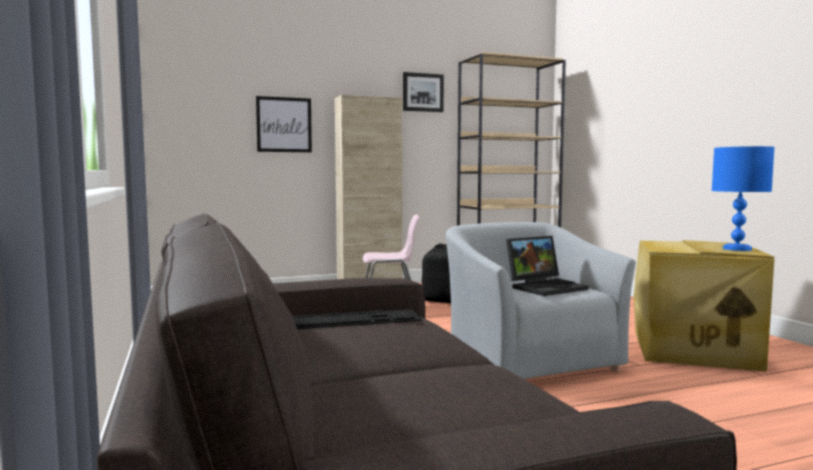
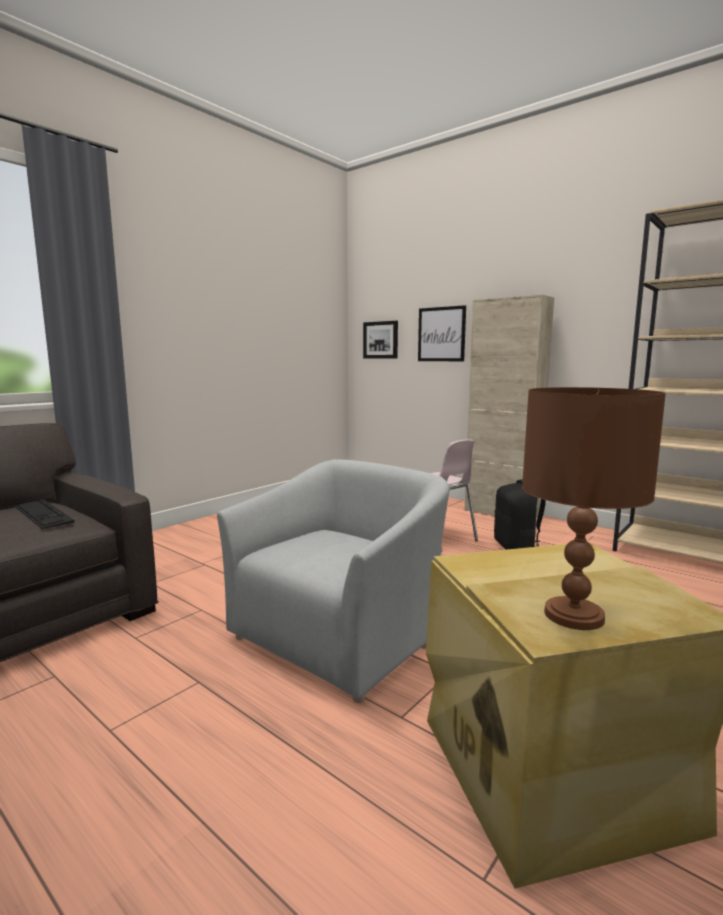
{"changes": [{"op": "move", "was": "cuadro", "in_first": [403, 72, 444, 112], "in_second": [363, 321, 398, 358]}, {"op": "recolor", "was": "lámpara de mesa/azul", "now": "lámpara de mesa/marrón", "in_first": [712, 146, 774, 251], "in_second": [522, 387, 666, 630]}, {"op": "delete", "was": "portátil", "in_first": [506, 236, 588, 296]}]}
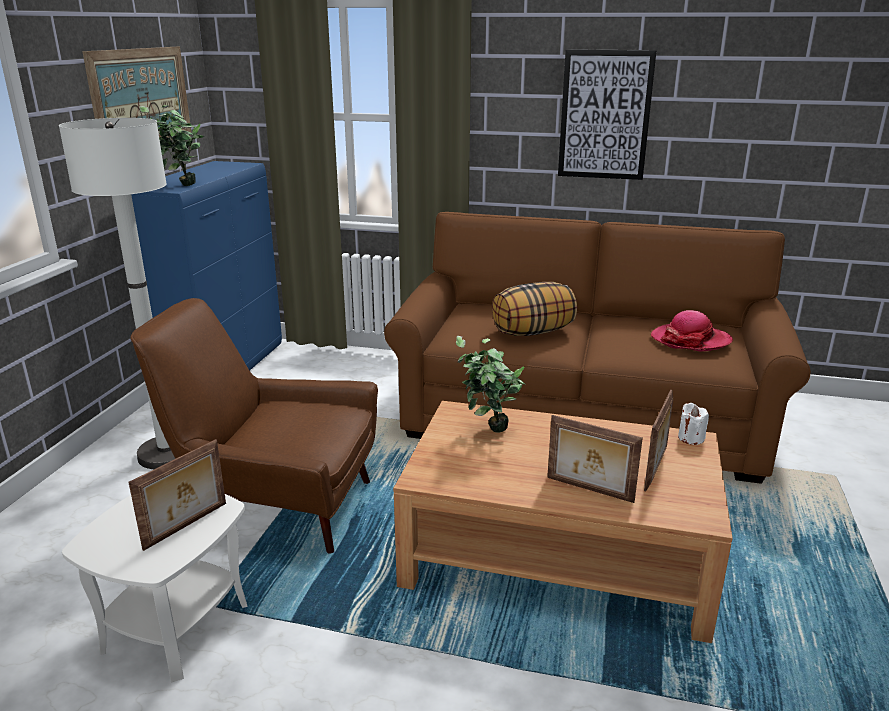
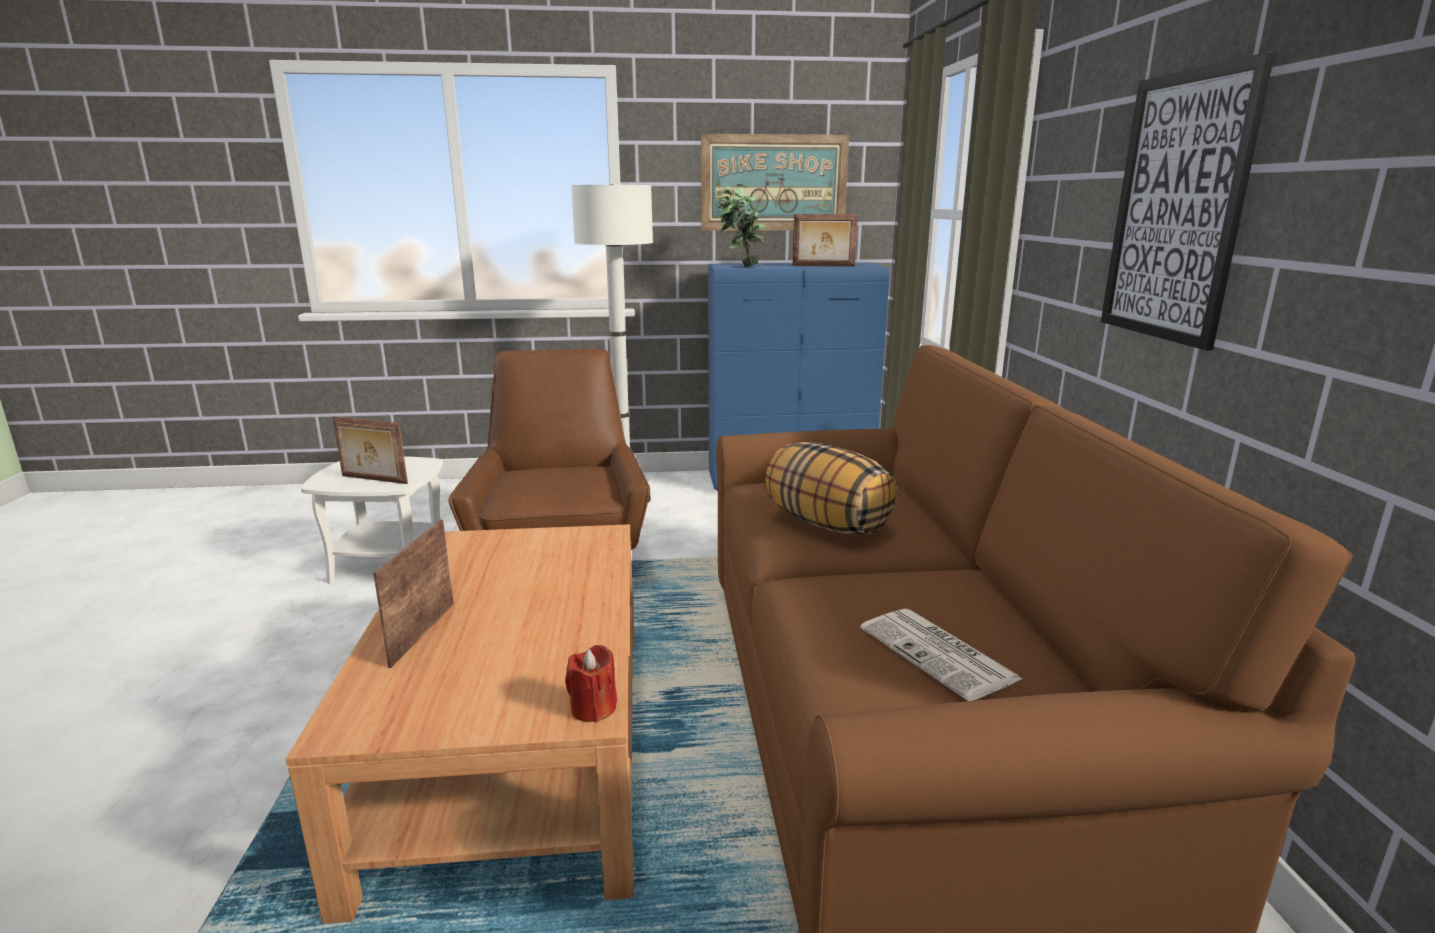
{"changes": [{"op": "recolor", "was": "vela/blanco", "now": "vela/rojo", "in_first": [678, 403, 709, 445], "in_second": [565, 645, 617, 723]}, {"op": "move", "was": "portarretratos", "in_first": [644, 390, 673, 491], "in_second": [793, 214, 858, 266]}, {"op": "replace", "was": "sombrero", "now": "periódico", "in_first": [651, 310, 733, 351], "in_second": [860, 609, 1022, 701]}, {"op": "delete", "was": "planta en maceta", "in_first": [456, 336, 525, 432]}]}
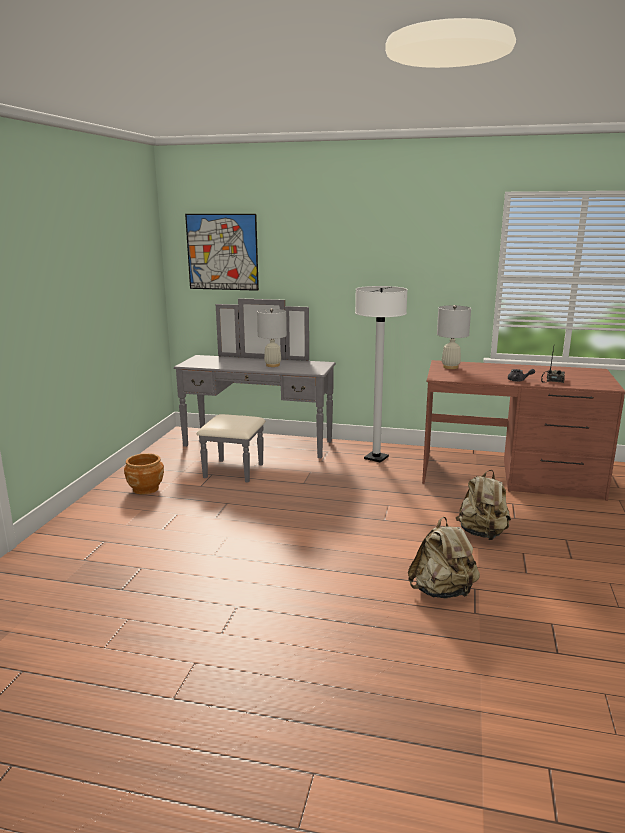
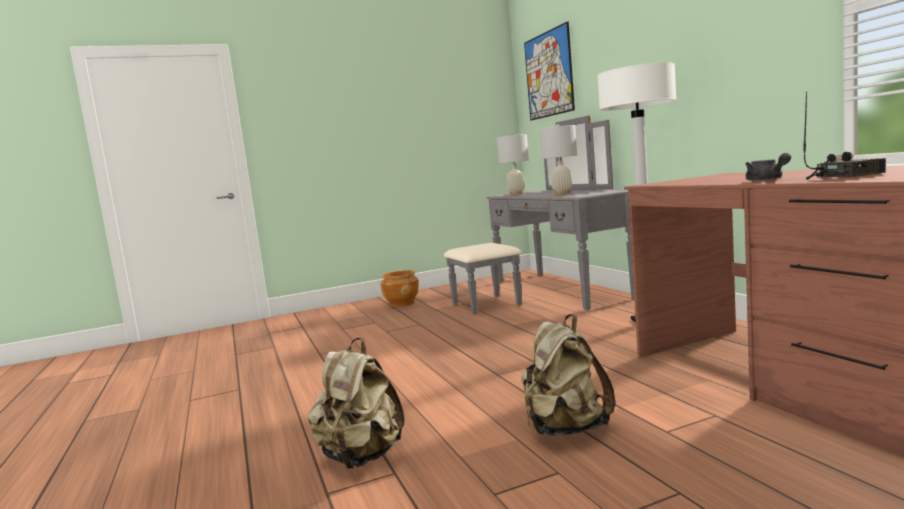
{"changes": [{"op": "move", "was": "lámpara de mesa/blanco", "in_first": [437, 305, 471, 369], "in_second": [496, 133, 529, 195]}]}
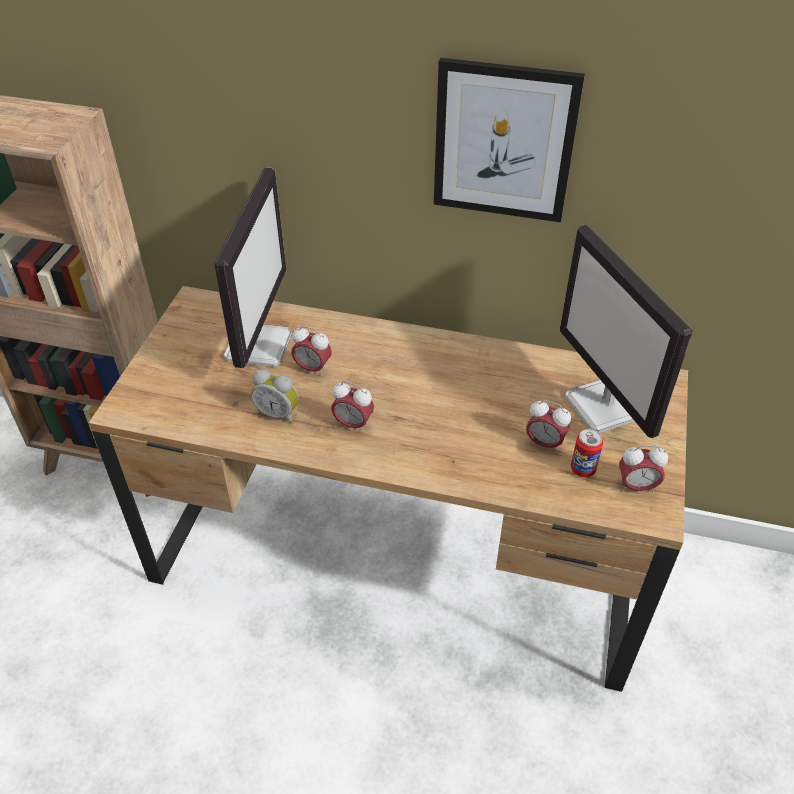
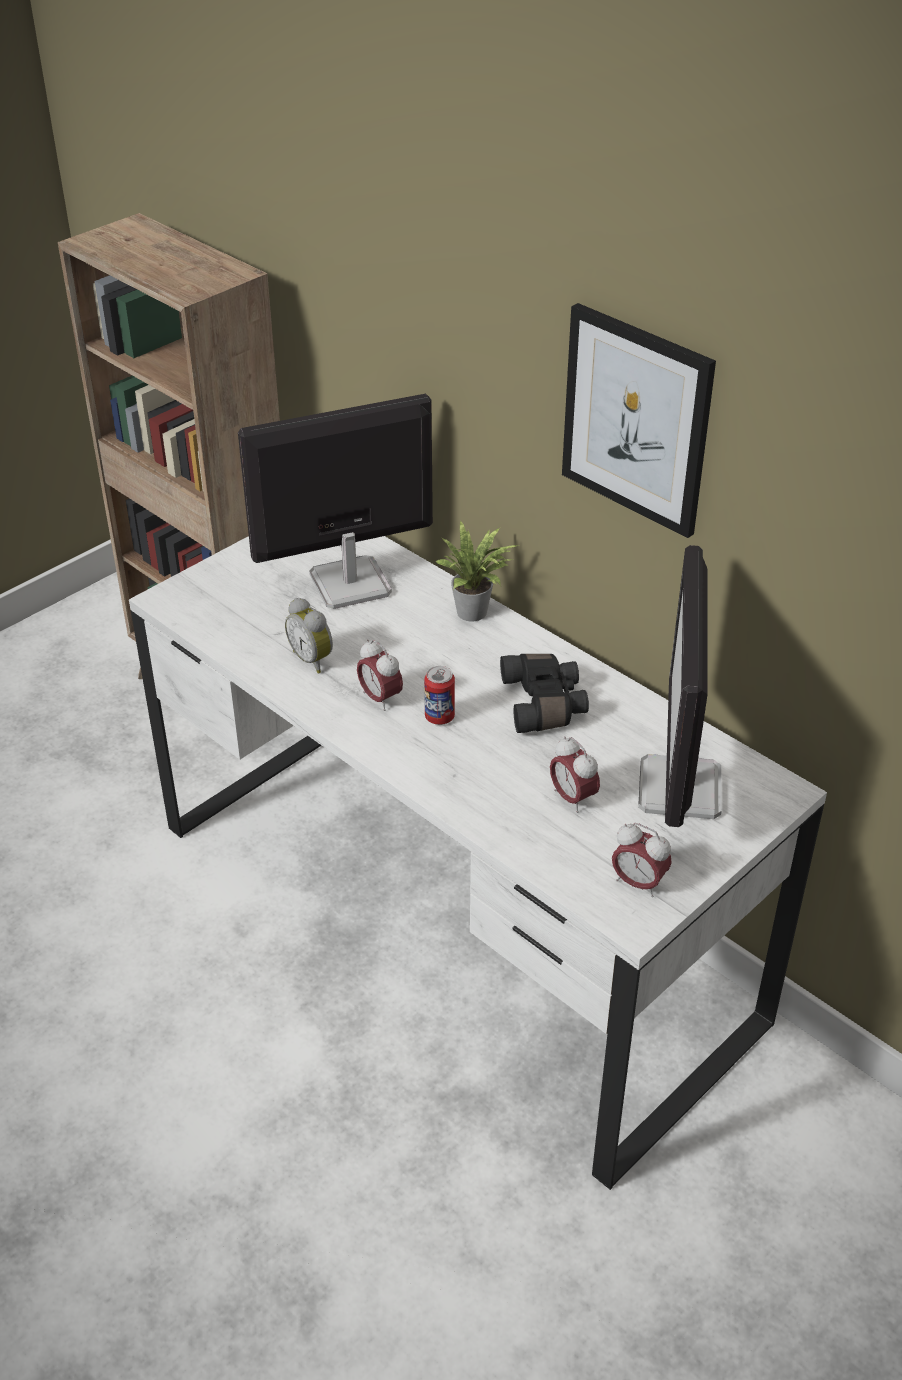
{"changes": [{"op": "recolor", "was": "escritorio/marrón", "now": "escritorio/blanco", "in_first": [89, 286, 688, 692], "in_second": [129, 536, 827, 1190]}, {"op": "rotate", "was": "monitor", "in_first": [214, 167, 292, 368], "in_second": [238, 394, 433, 609], "clockwise": -150}, {"op": "move", "was": "lata", "in_first": [571, 429, 603, 477], "in_second": [424, 666, 455, 725]}, {"op": "insert", "now": "planta en maceta", "in_second": [435, 521, 519, 621]}, {"op": "insert", "now": "prismáticos/negro", "in_second": [500, 654, 589, 733]}, {"op": "delete", "was": "despertador", "in_first": [291, 326, 332, 376]}]}
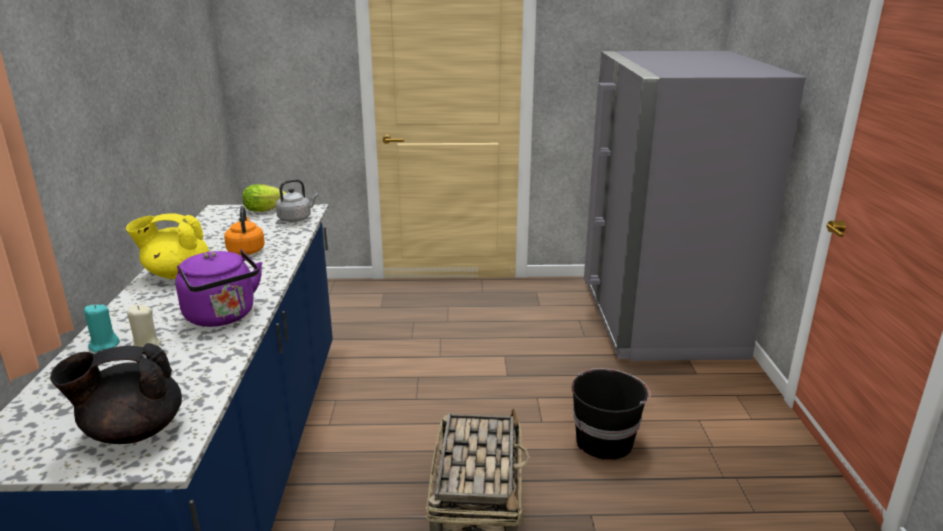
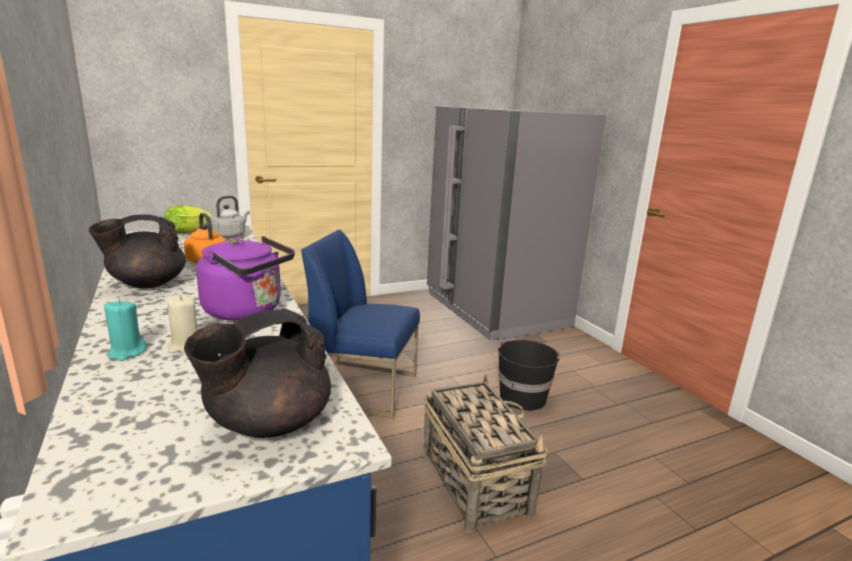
{"changes": [{"op": "recolor", "was": "tetera/amarillo", "now": "tetera/negro", "in_first": [126, 214, 209, 279], "in_second": [89, 214, 186, 289]}, {"op": "insert", "now": "silla/azul", "in_second": [301, 230, 420, 418]}]}
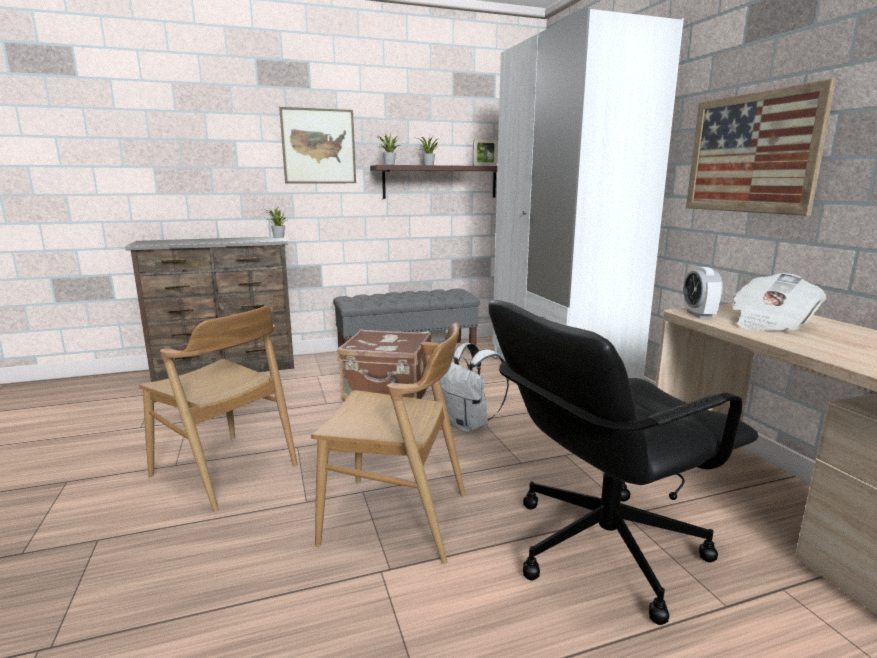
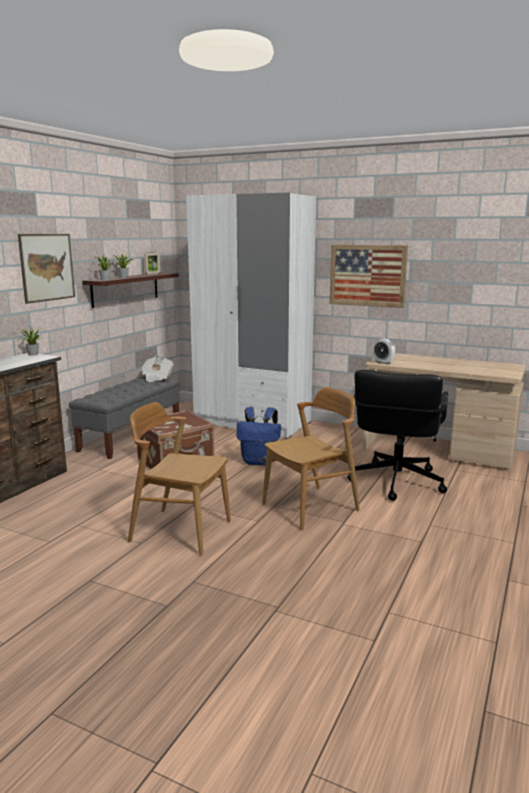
{"changes": [{"op": "rotate", "was": "silla/marrón", "in_first": [139, 306, 298, 511], "in_second": [128, 402, 231, 556], "clockwise": -150}, {"op": "move", "was": "periódico", "in_first": [732, 273, 827, 331], "in_second": [141, 356, 174, 382]}, {"op": "recolor", "was": "mochila/blanco", "now": "mochila/azul", "in_first": [440, 343, 509, 433], "in_second": [237, 407, 281, 465]}]}
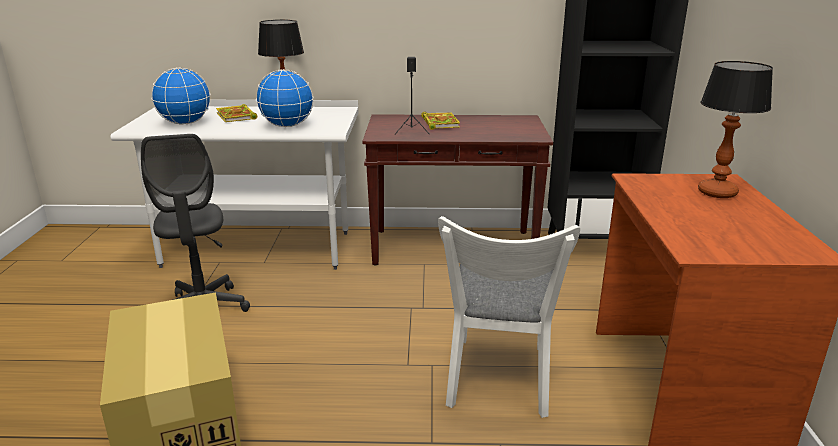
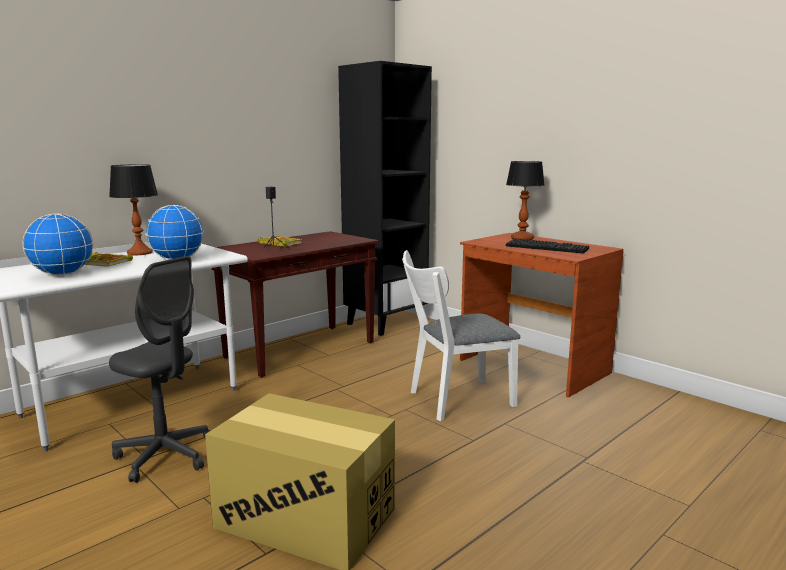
{"changes": [{"op": "rotate", "was": "silla/blanco", "in_first": [438, 216, 580, 418], "in_second": [402, 250, 520, 421], "clockwise": 105}, {"op": "insert", "now": "teclado", "in_second": [506, 238, 589, 254]}]}
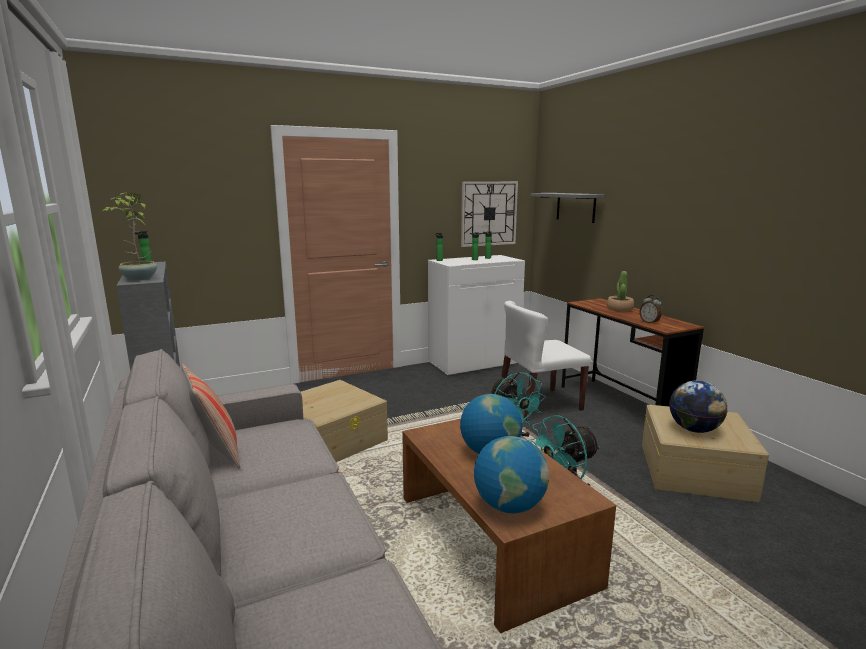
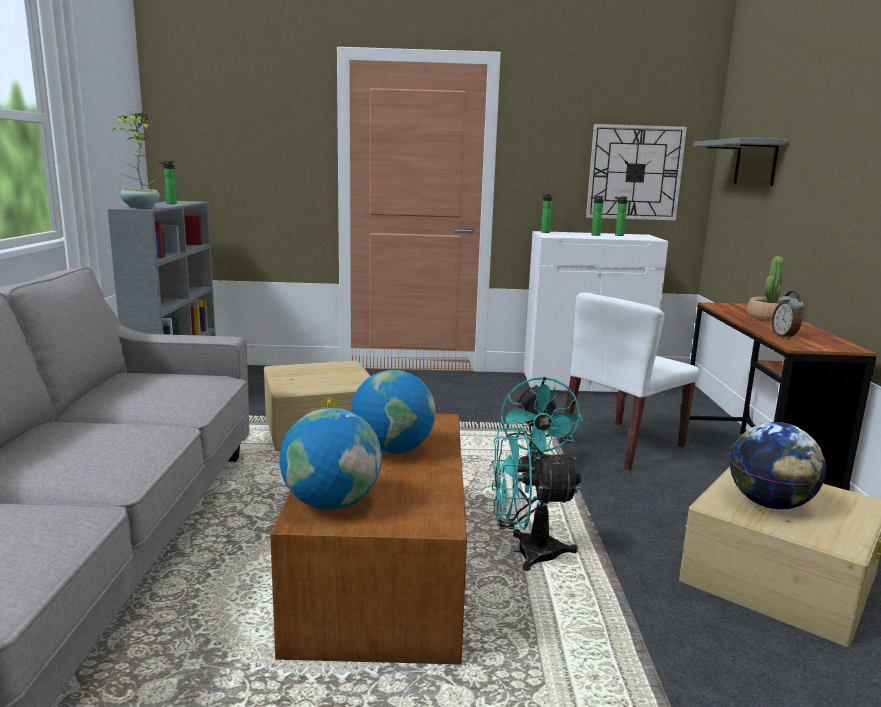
{"changes": [{"op": "rotate", "was": "silla/blanco", "in_first": [501, 301, 591, 421], "in_second": [560, 292, 700, 471], "clockwise": -45}, {"op": "delete", "was": "cojín", "in_first": [181, 363, 241, 469]}]}
